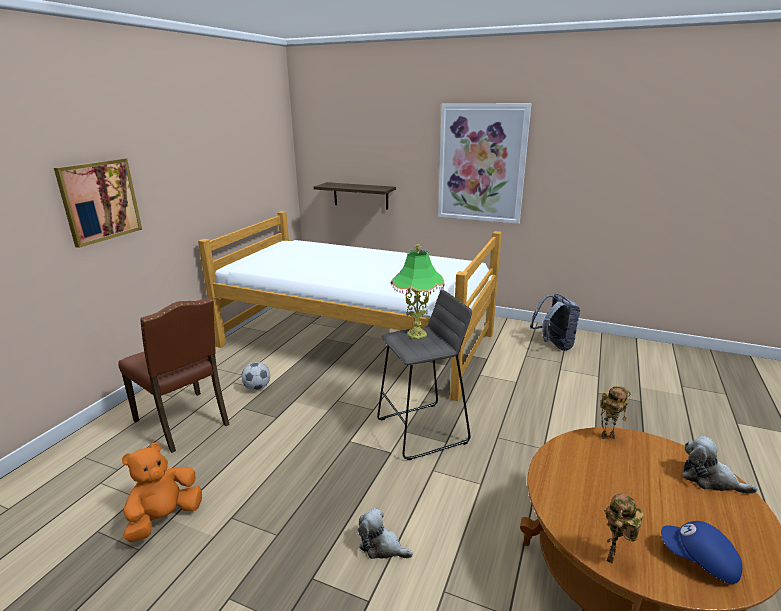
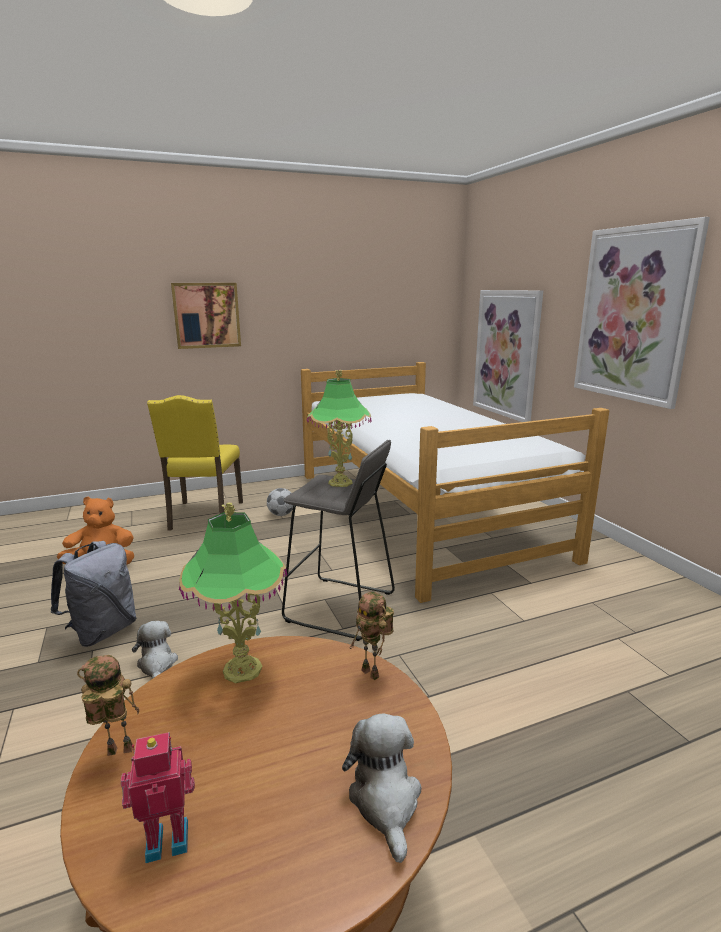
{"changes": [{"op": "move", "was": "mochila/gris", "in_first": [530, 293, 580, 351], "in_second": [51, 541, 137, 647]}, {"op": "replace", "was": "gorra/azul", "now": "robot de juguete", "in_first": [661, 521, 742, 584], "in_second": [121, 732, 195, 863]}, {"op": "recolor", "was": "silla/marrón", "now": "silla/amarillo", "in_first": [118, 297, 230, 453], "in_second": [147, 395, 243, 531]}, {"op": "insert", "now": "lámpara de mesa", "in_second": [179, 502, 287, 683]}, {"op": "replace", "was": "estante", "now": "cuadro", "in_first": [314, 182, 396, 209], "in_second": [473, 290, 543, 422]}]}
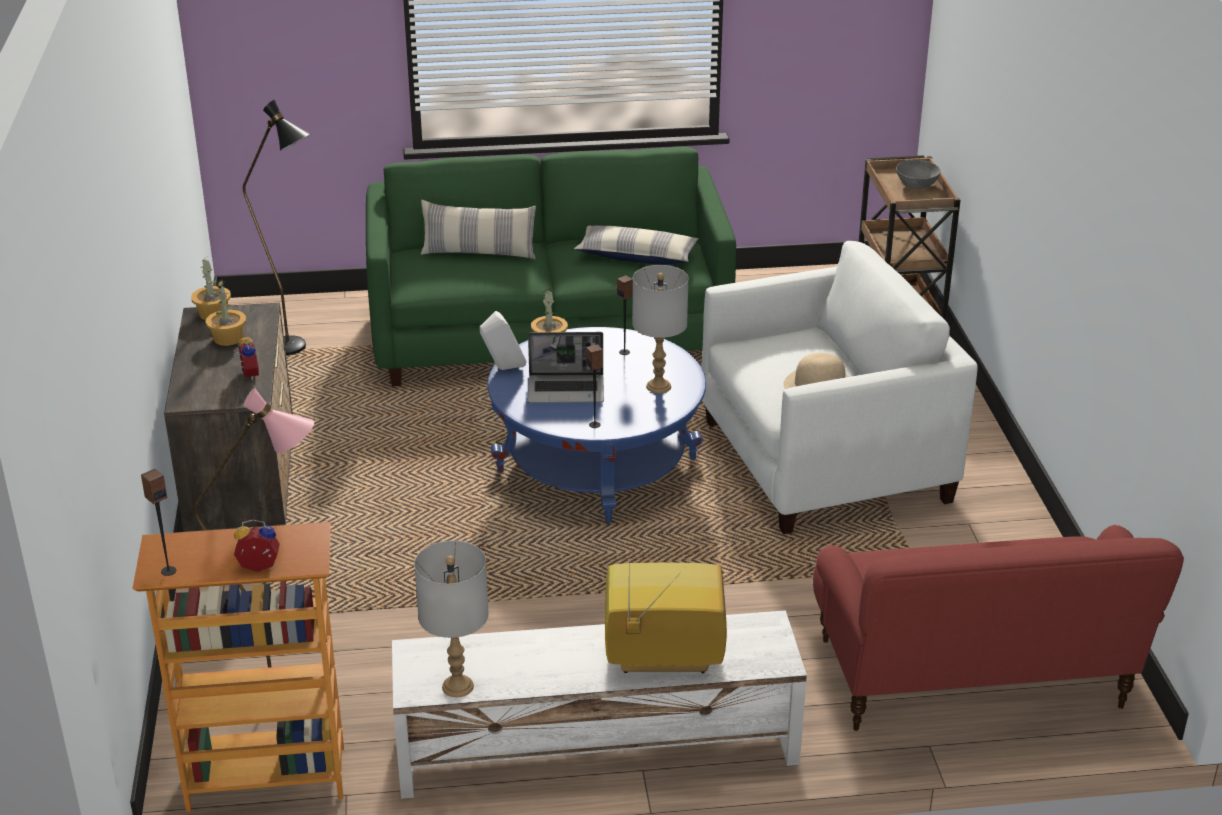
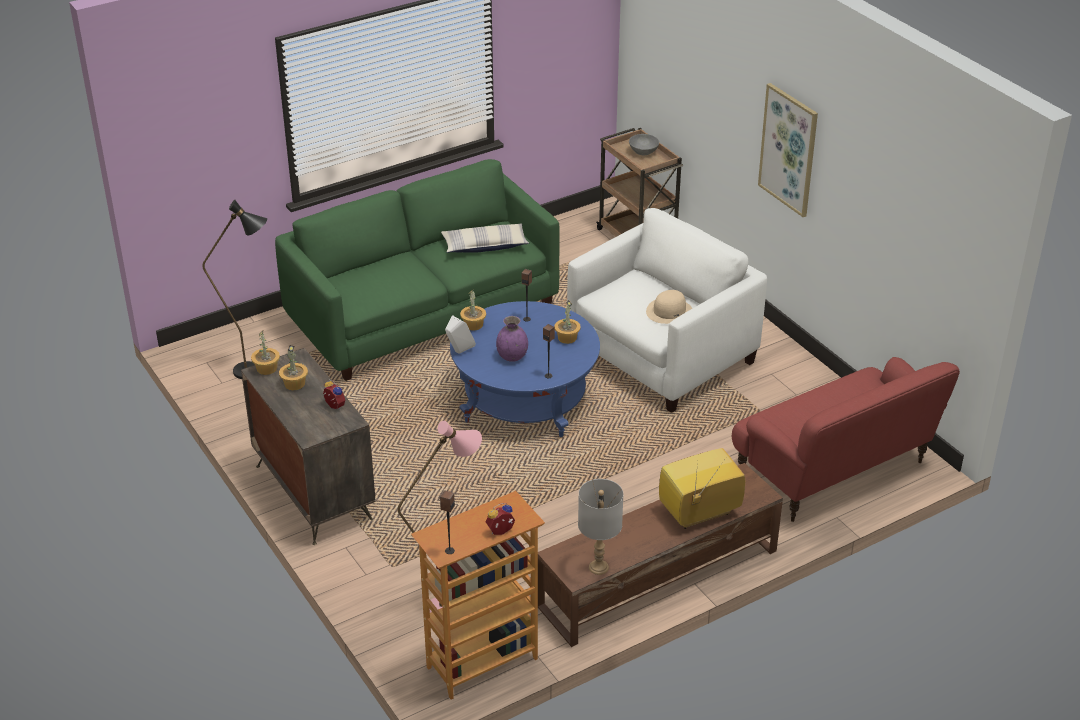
{"changes": [{"op": "replace", "was": "portátil", "now": "florero/morado", "in_first": [528, 332, 604, 403], "in_second": [496, 316, 528, 362]}, {"op": "recolor", "was": "mueble de televisión/blanco", "now": "mueble de televisión/marrón", "in_first": [392, 610, 807, 799], "in_second": [538, 463, 783, 647]}, {"op": "replace", "was": "lámpara de mesa/gris", "now": "planta en maceta", "in_first": [632, 265, 689, 393], "in_second": [554, 300, 581, 344]}, {"op": "insert", "now": "cuadro", "in_second": [758, 83, 818, 217]}, {"op": "delete", "was": "cojín", "in_first": [421, 200, 536, 259]}]}
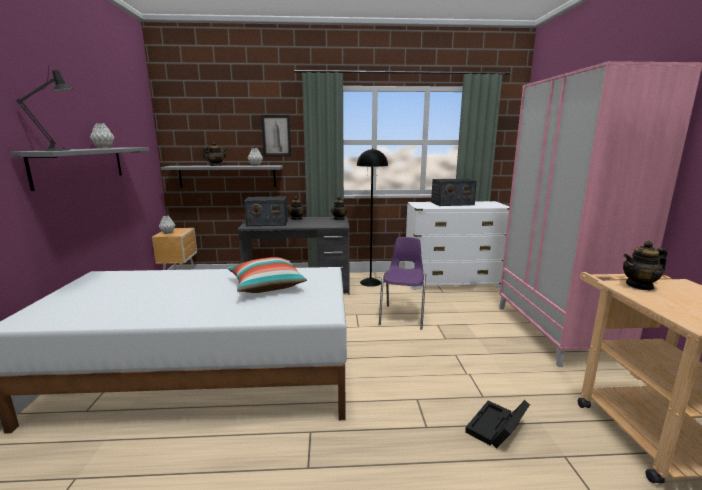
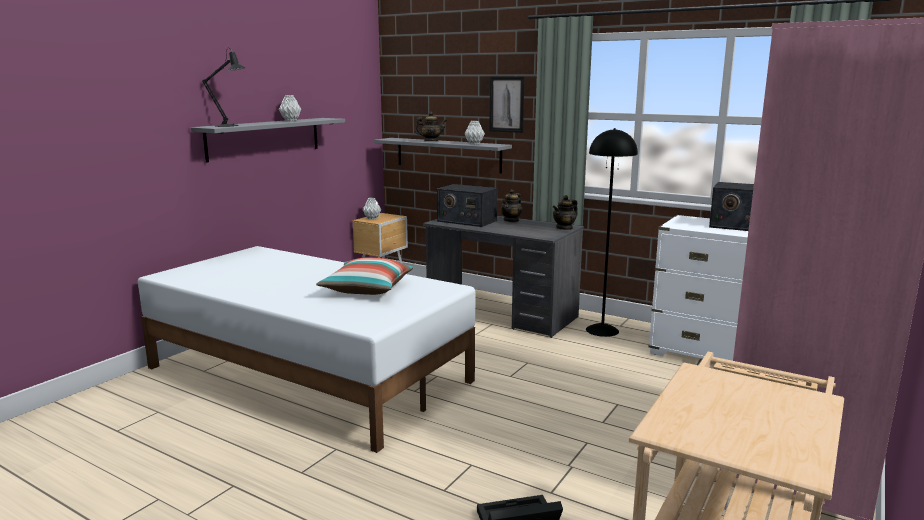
{"changes": [{"op": "delete", "was": "silla/morado", "in_first": [379, 237, 426, 330]}, {"op": "delete", "was": "tetera", "in_first": [623, 241, 668, 290]}]}
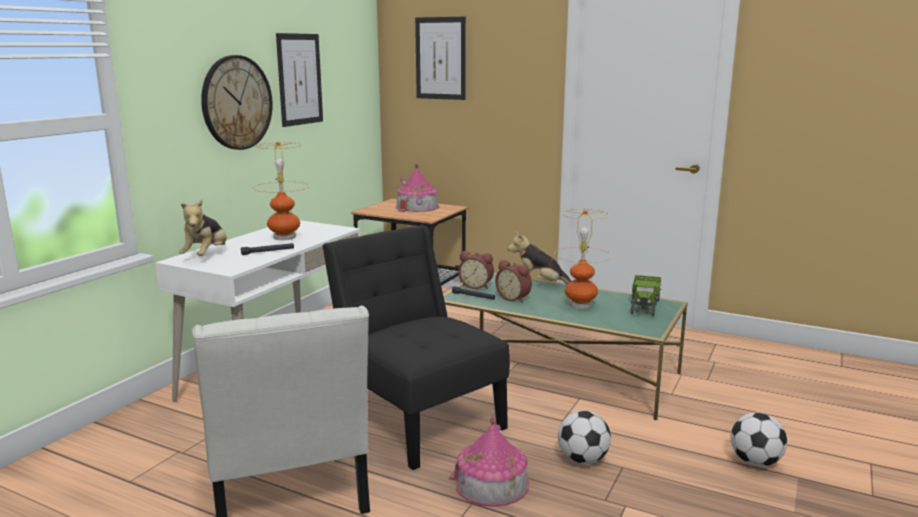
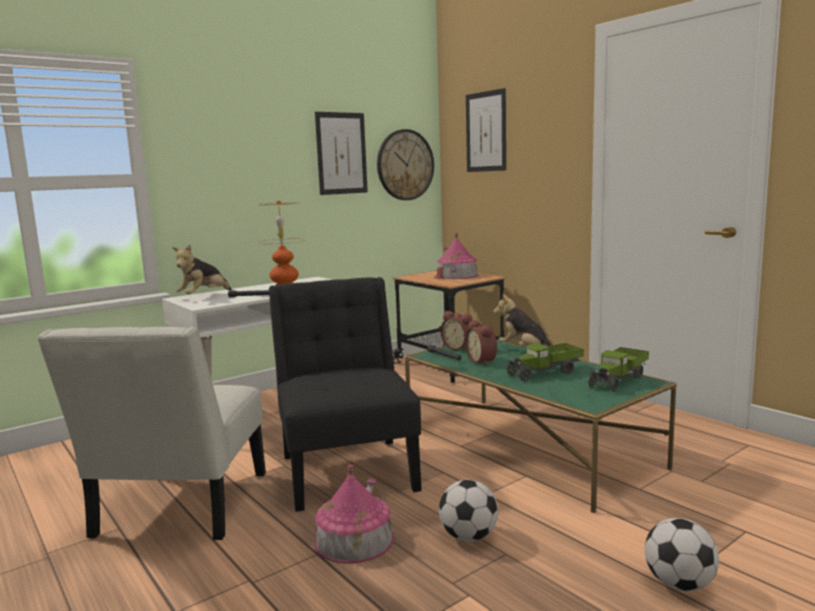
{"changes": [{"op": "move", "was": "reloj de pared", "in_first": [201, 55, 273, 150], "in_second": [377, 129, 434, 200]}, {"op": "replace", "was": "lámpara de mesa", "now": "camión de juguete", "in_first": [554, 209, 612, 309], "in_second": [506, 343, 584, 381]}]}
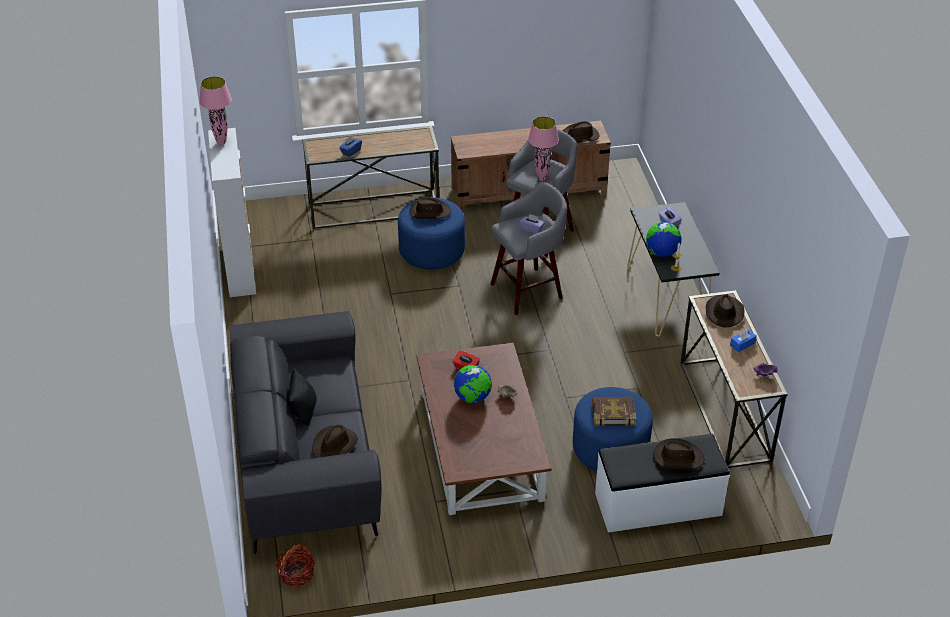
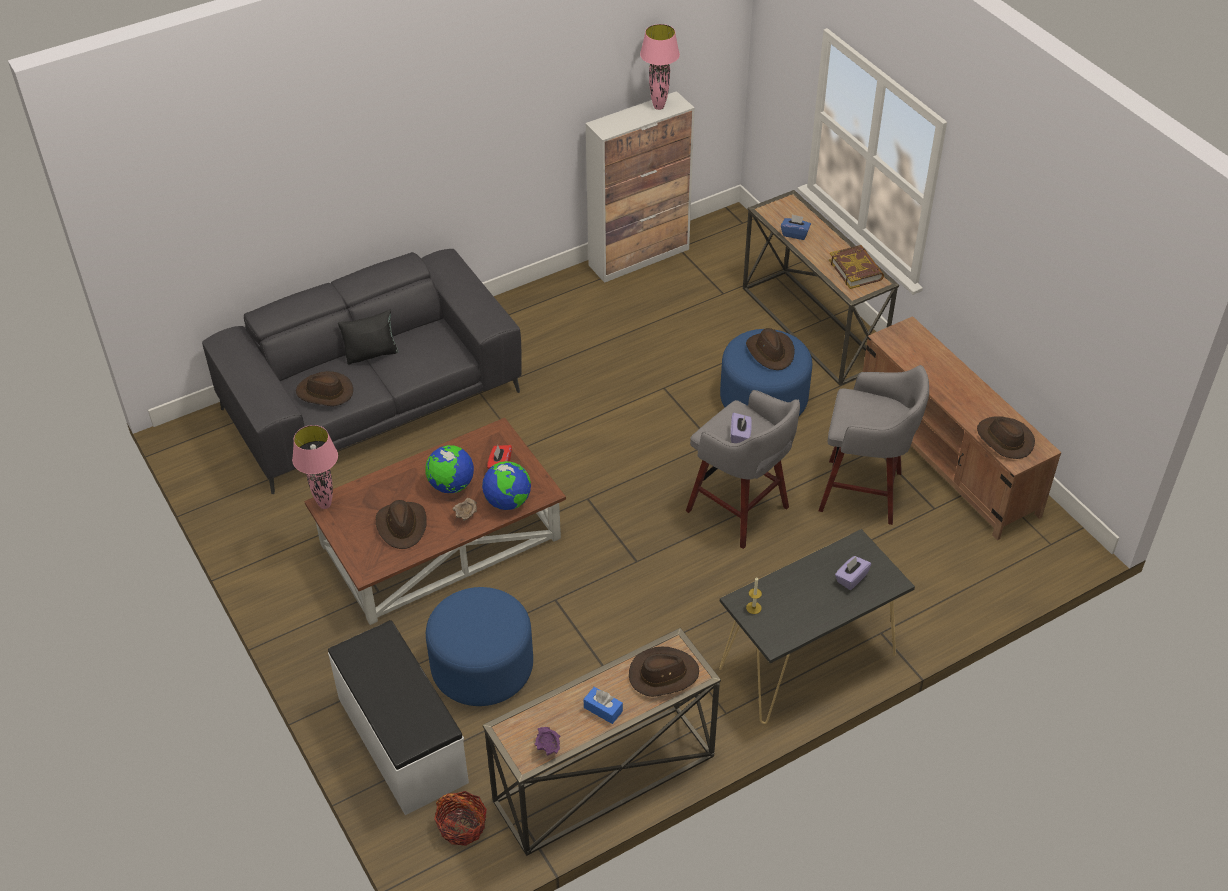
{"changes": [{"op": "move", "was": "lámpara de mesa/rosa", "in_first": [528, 116, 559, 181], "in_second": [292, 425, 338, 509]}, {"op": "move", "was": "sombrero/marrón", "in_first": [653, 438, 704, 470], "in_second": [376, 500, 427, 549]}, {"op": "move", "was": "cesta", "in_first": [275, 544, 315, 587], "in_second": [434, 791, 487, 846]}, {"op": "move", "was": "globo terráqueo", "in_first": [646, 222, 682, 257], "in_second": [482, 461, 531, 510]}, {"op": "move", "was": "libro", "in_first": [592, 397, 636, 426], "in_second": [829, 245, 884, 289]}]}
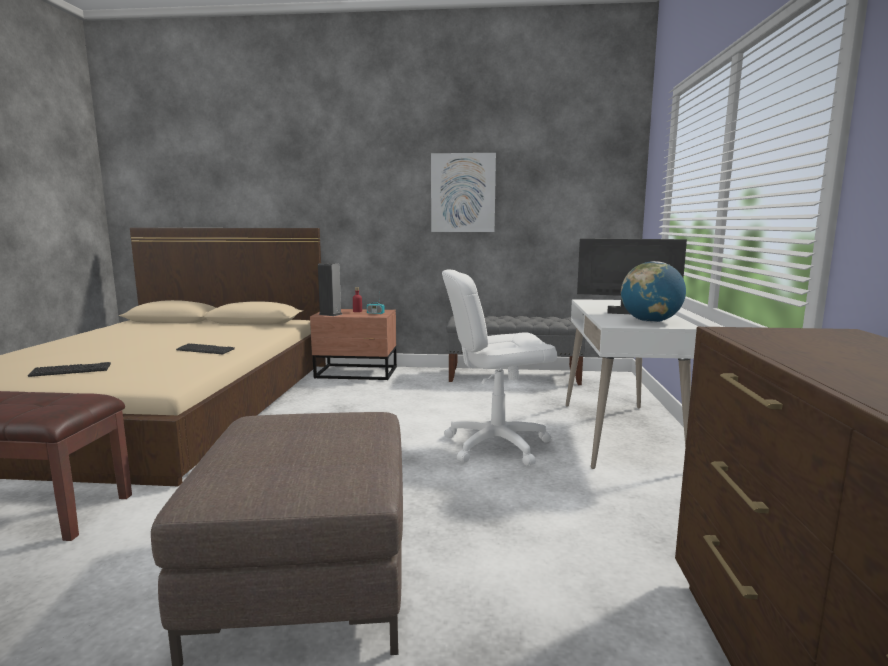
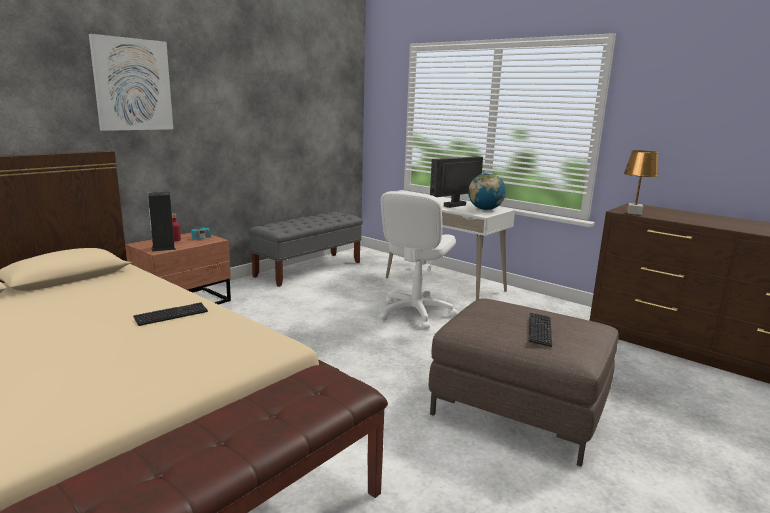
{"changes": [{"op": "move", "was": "cuadro", "in_first": [431, 153, 496, 232], "in_second": [89, 34, 173, 131]}, {"op": "move", "was": "teclado", "in_first": [28, 362, 111, 377], "in_second": [529, 313, 552, 347]}, {"op": "insert", "now": "lámpara de mesa/marrón", "in_second": [624, 150, 659, 215]}]}
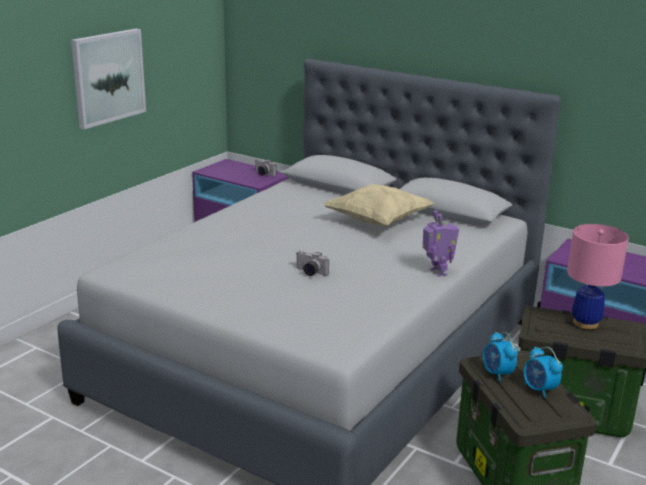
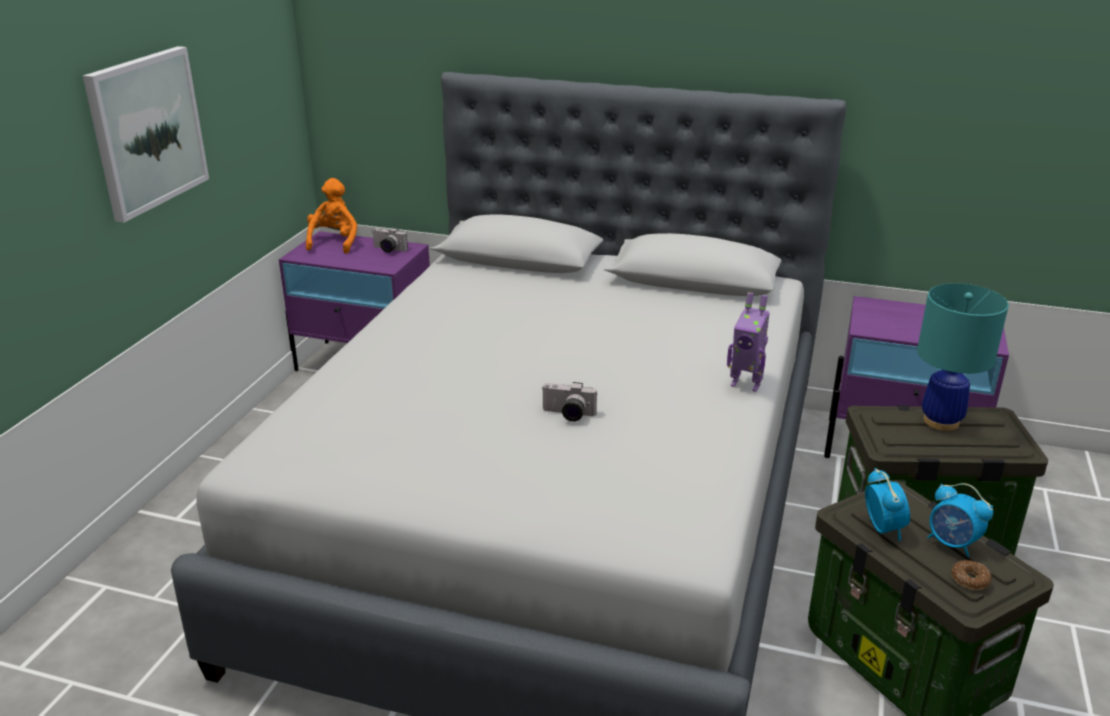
{"changes": [{"op": "insert", "now": "peluche/naranja", "in_second": [306, 178, 357, 254]}, {"op": "rotate", "was": "robot de juguete", "in_first": [423, 210, 459, 277], "in_second": [727, 293, 770, 392], "clockwise": 150}, {"op": "rotate", "was": "despertador", "in_first": [483, 332, 518, 382], "in_second": [865, 468, 910, 541], "clockwise": -150}, {"op": "recolor", "was": "lámpara de mesa/rosa", "now": "lámpara de mesa/turquesa", "in_first": [567, 224, 629, 329], "in_second": [917, 283, 1009, 431]}, {"op": "insert", "now": "rosquilla", "in_second": [951, 560, 992, 590]}, {"op": "delete", "was": "cojín/beis", "in_first": [323, 184, 435, 227]}]}
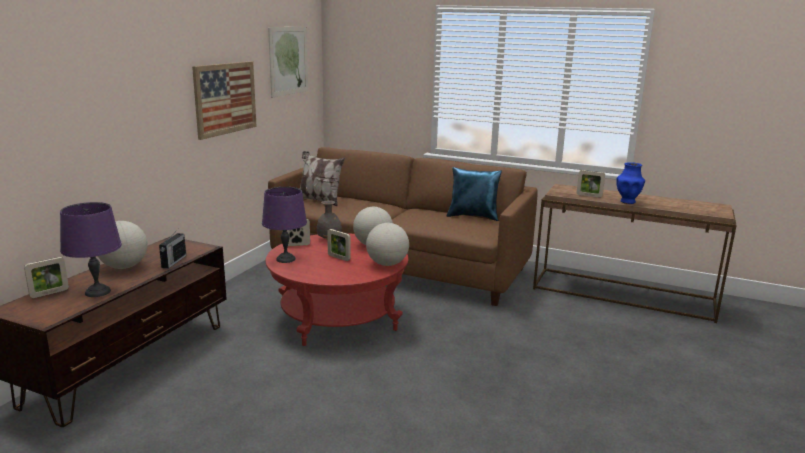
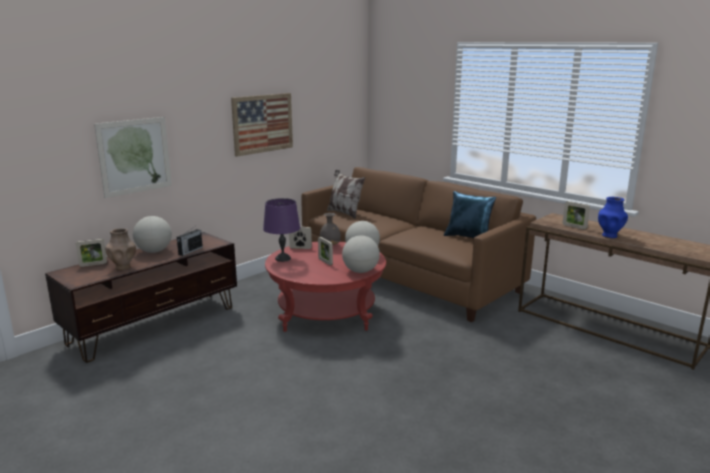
{"changes": [{"op": "move", "was": "cuadro", "in_first": [268, 27, 308, 97], "in_second": [94, 117, 172, 198]}, {"op": "replace", "was": "lámpara de mesa/morado", "now": "florero/marrón", "in_first": [60, 202, 122, 297], "in_second": [105, 228, 136, 271]}]}
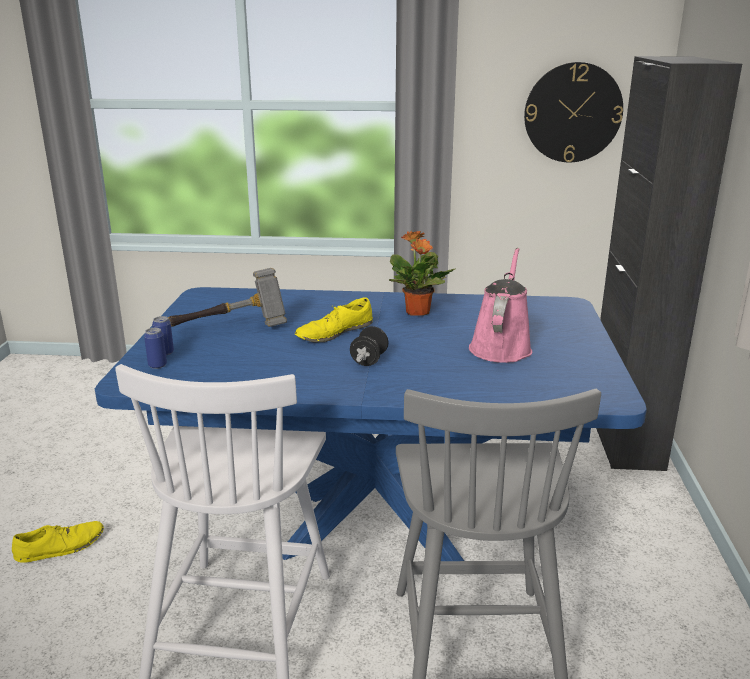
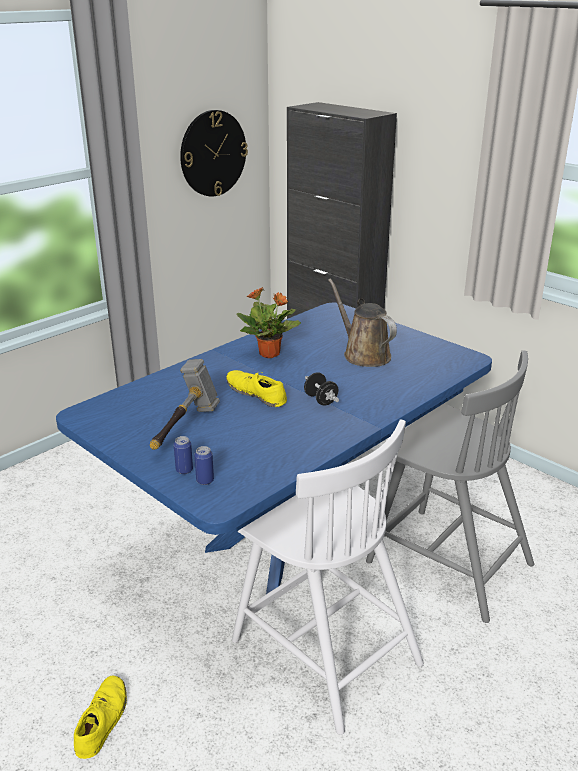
{"changes": [{"op": "rotate", "was": "zapato/amarillo", "in_first": [295, 297, 373, 343], "in_second": [226, 370, 287, 407], "clockwise": 135}, {"op": "recolor", "was": "regadera/rosa", "now": "regadera/marrón", "in_first": [469, 248, 532, 363], "in_second": [328, 279, 397, 367]}]}
